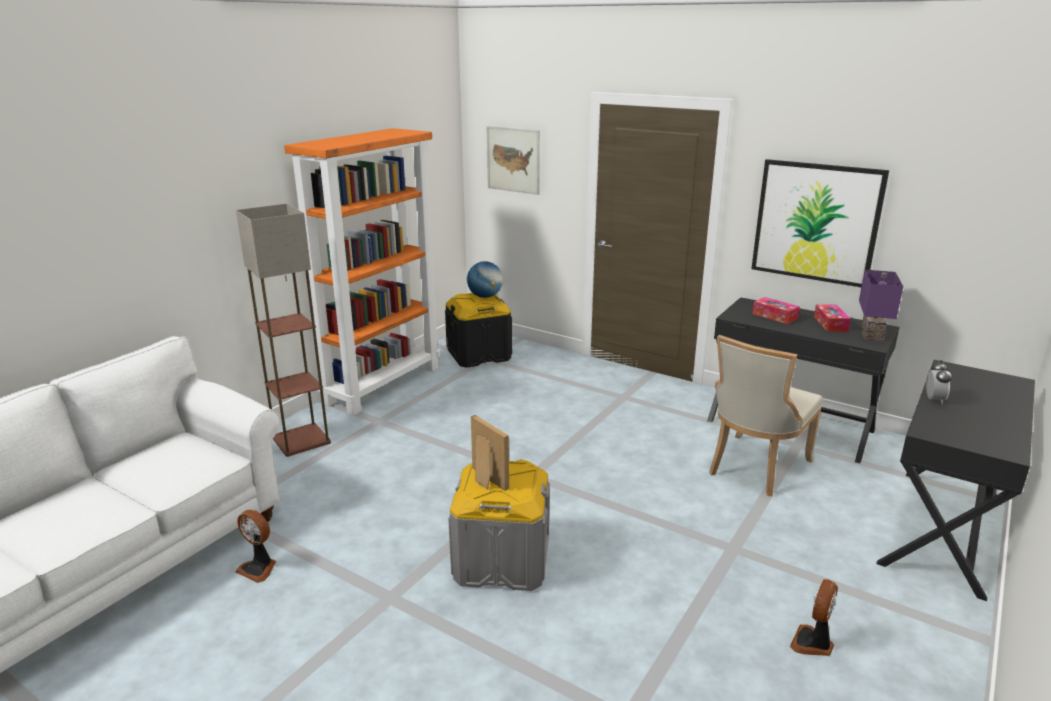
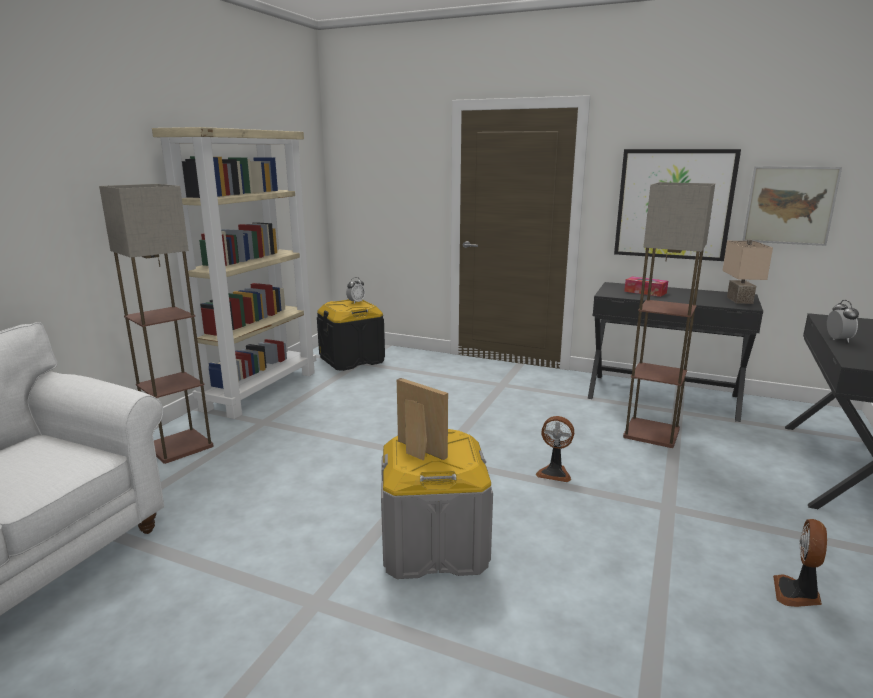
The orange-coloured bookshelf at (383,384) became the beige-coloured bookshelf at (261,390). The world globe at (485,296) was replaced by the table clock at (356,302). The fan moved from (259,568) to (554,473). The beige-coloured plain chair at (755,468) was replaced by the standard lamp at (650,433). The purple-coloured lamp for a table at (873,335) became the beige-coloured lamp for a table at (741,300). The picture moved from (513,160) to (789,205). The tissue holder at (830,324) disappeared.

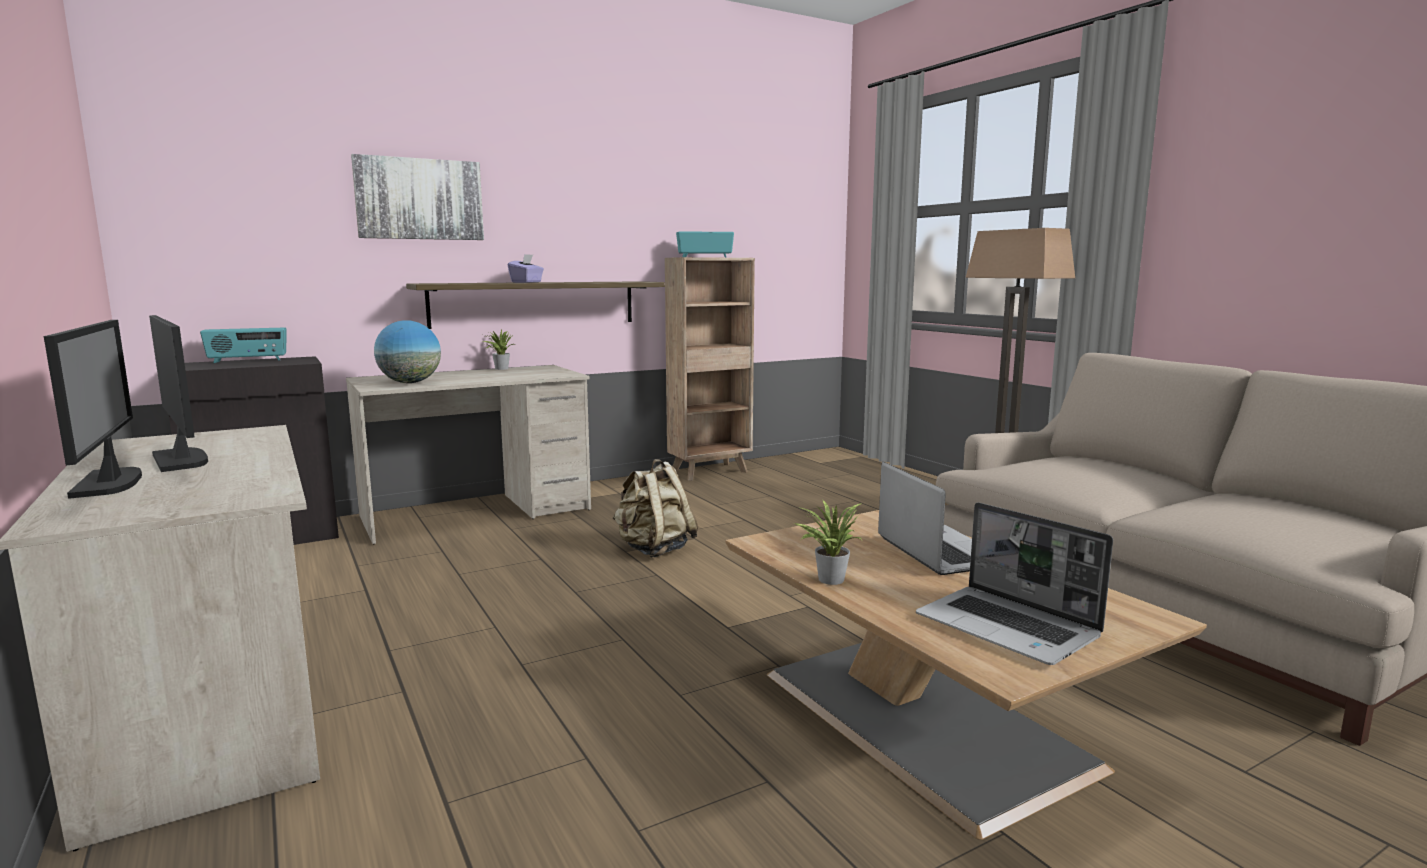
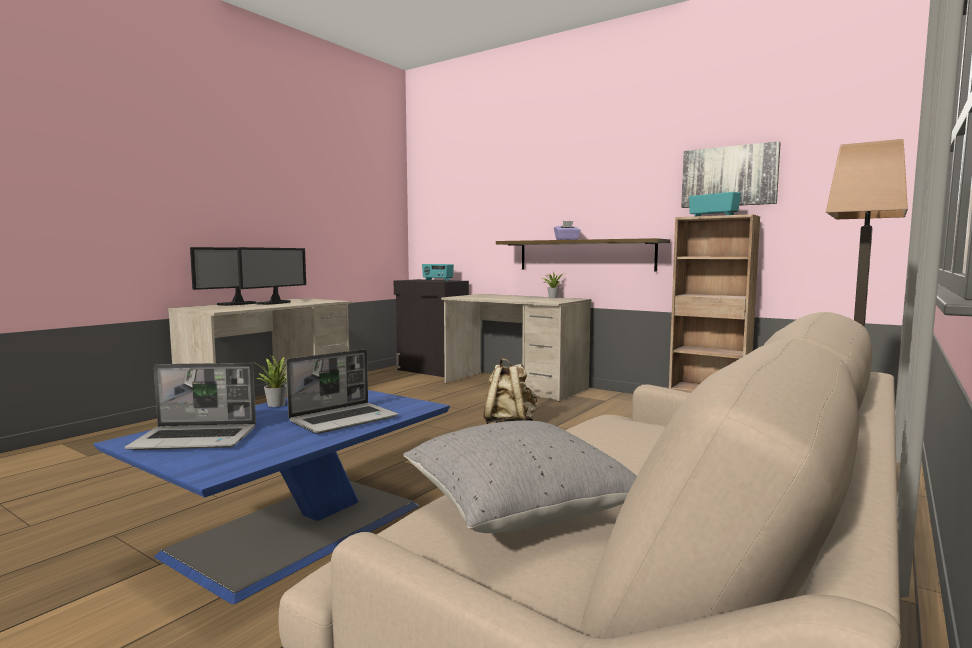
The brown low table at (927,720) became the blue low table at (295,530). The laptop at (1009,628) turned 120 degrees counterclockwise. The greyish throw pillow at (518,510) appeared. The picture moved from (419,199) to (729,176). The world globe at (410,383) disappeared.

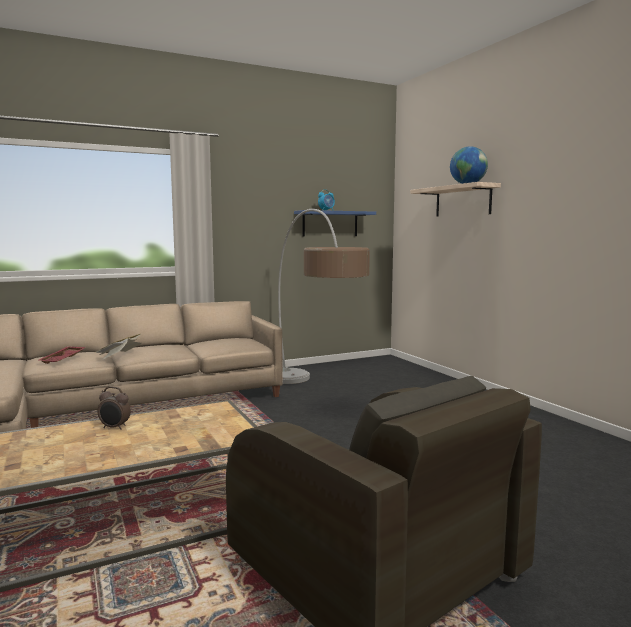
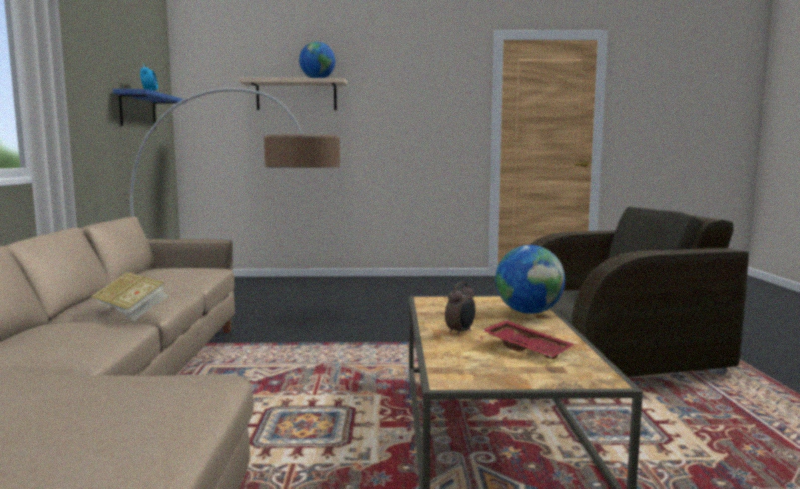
The red-coloured carrying tray moved from (63,359) to (527,348). The world globe at (528,312) appeared.

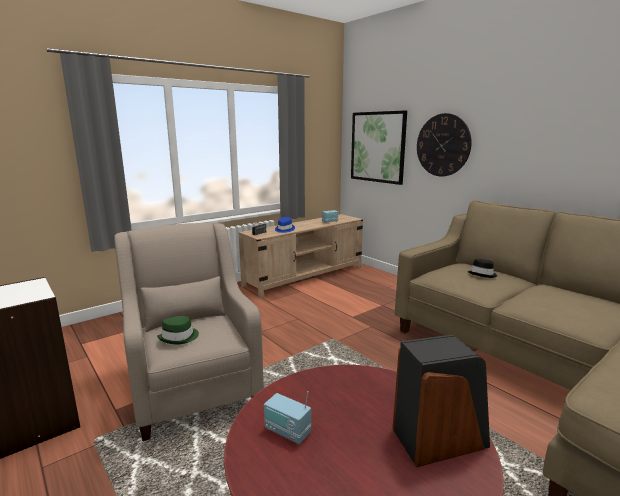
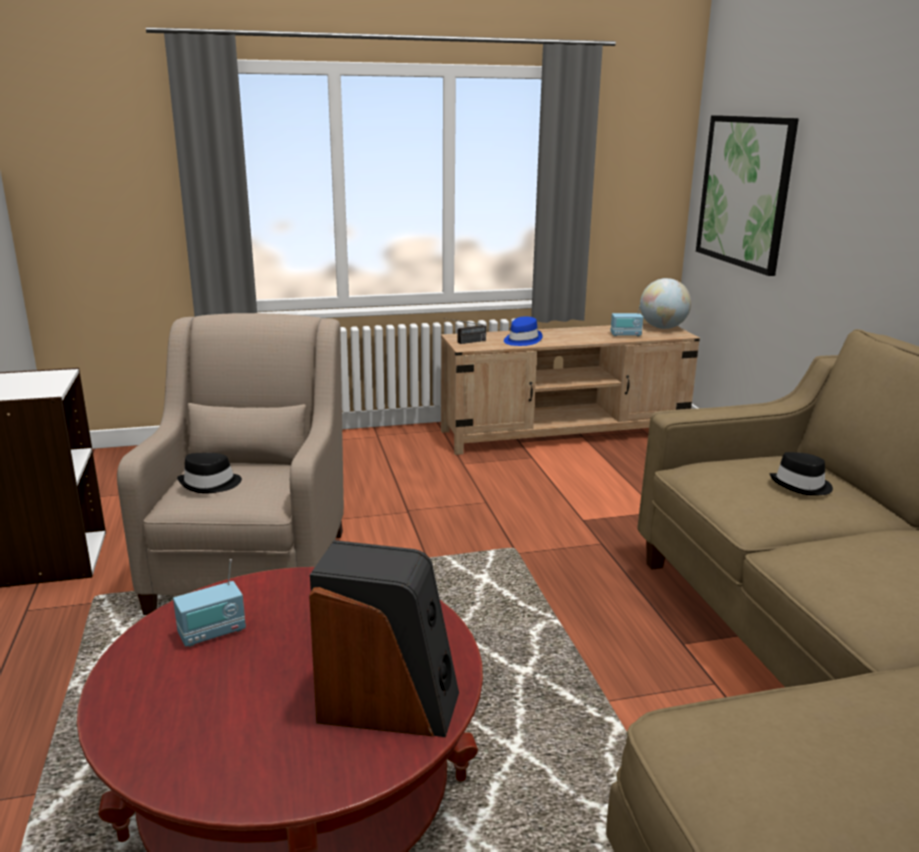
The radio set at (287,432) turned 90 degrees counterclockwise. The greenish clothing hat at (179,337) became the blackish clothing hat at (210,484). The world globe at (662,328) appeared. The wall clock at (443,145) disappeared.

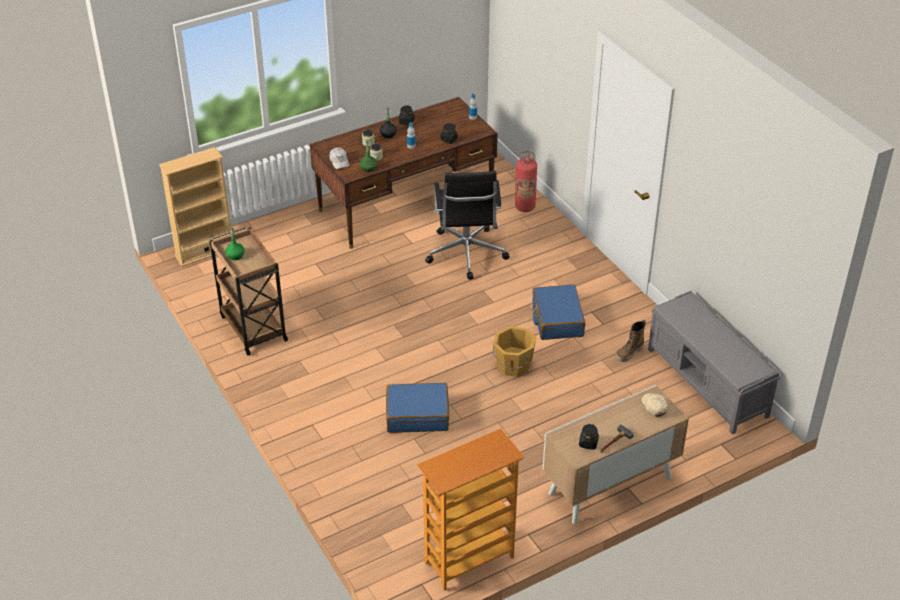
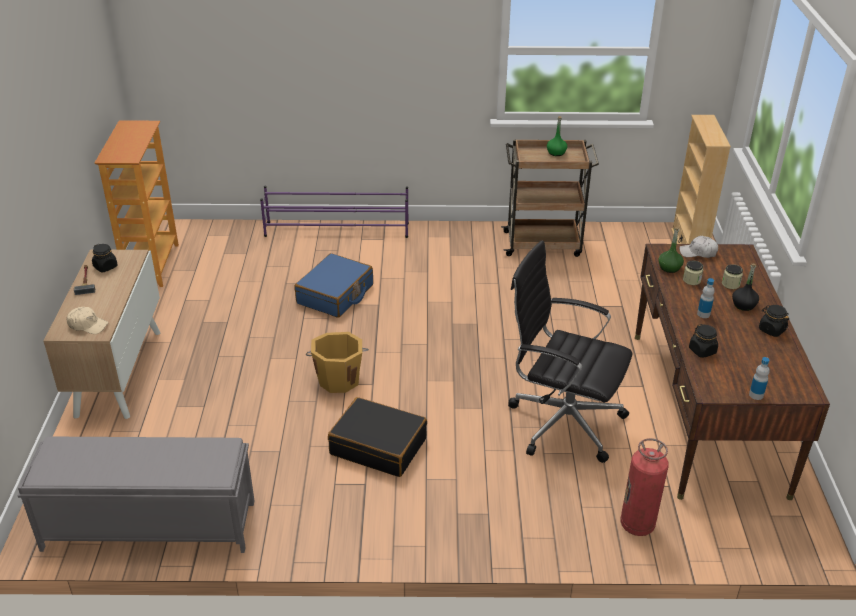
The purple-coloured shoe stand at (337,230) appeared. The blue suitcase at (557,319) became the blackish suitcase at (378,446). The high-top boot at (629,353) disappeared.

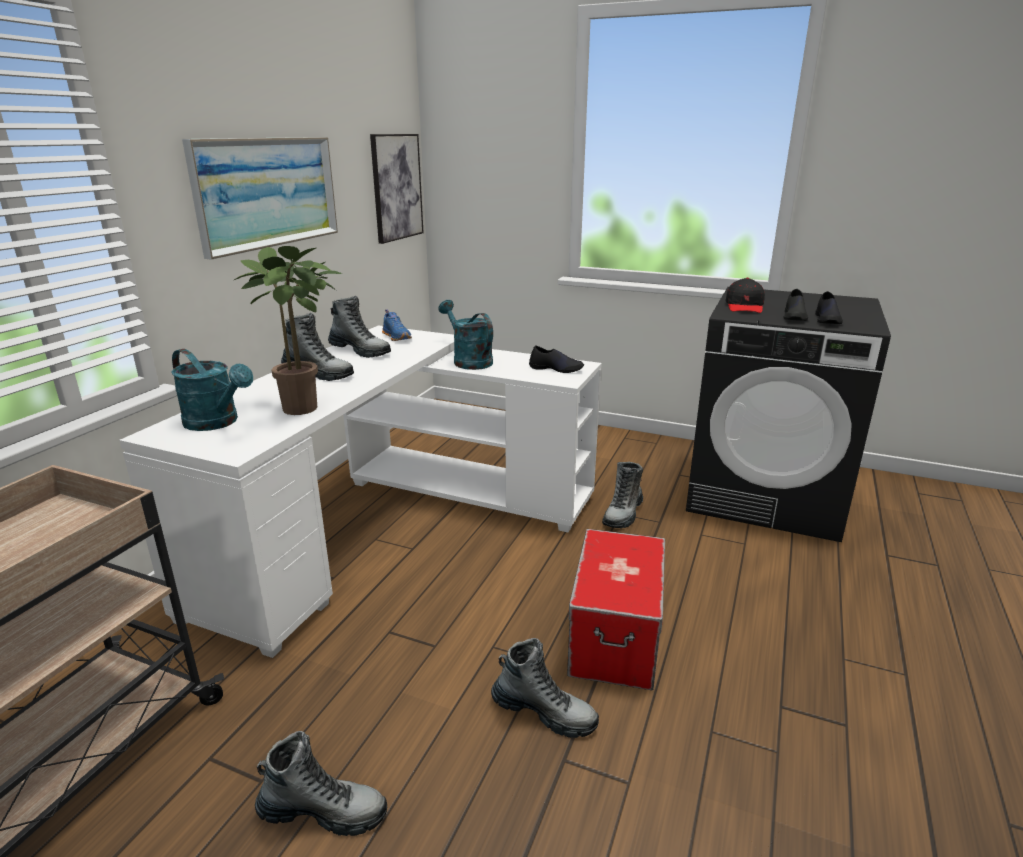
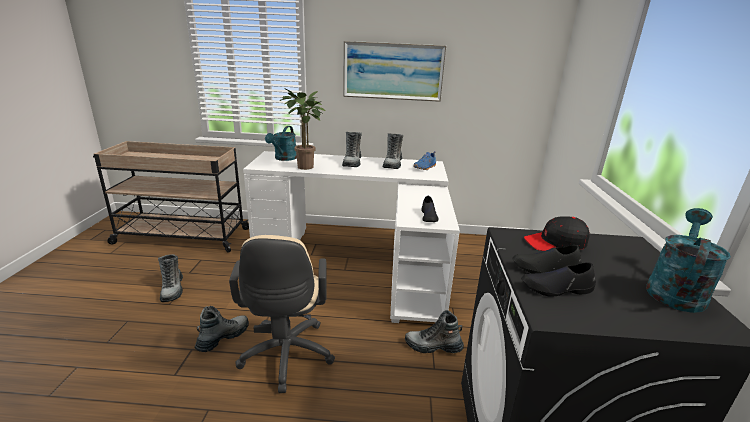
The high-top boot at (544,712) turned 150 degrees counterclockwise. The storage box at (616,638) was replaced by the beige-coloured desk chair at (286,358). The turquoise sprinkling can moved from (468,361) to (675,290). The picture at (396,187) disappeared.

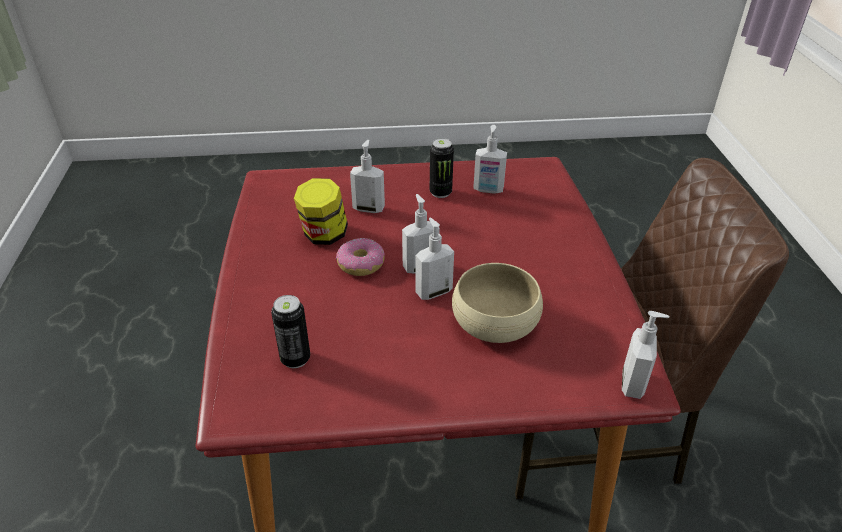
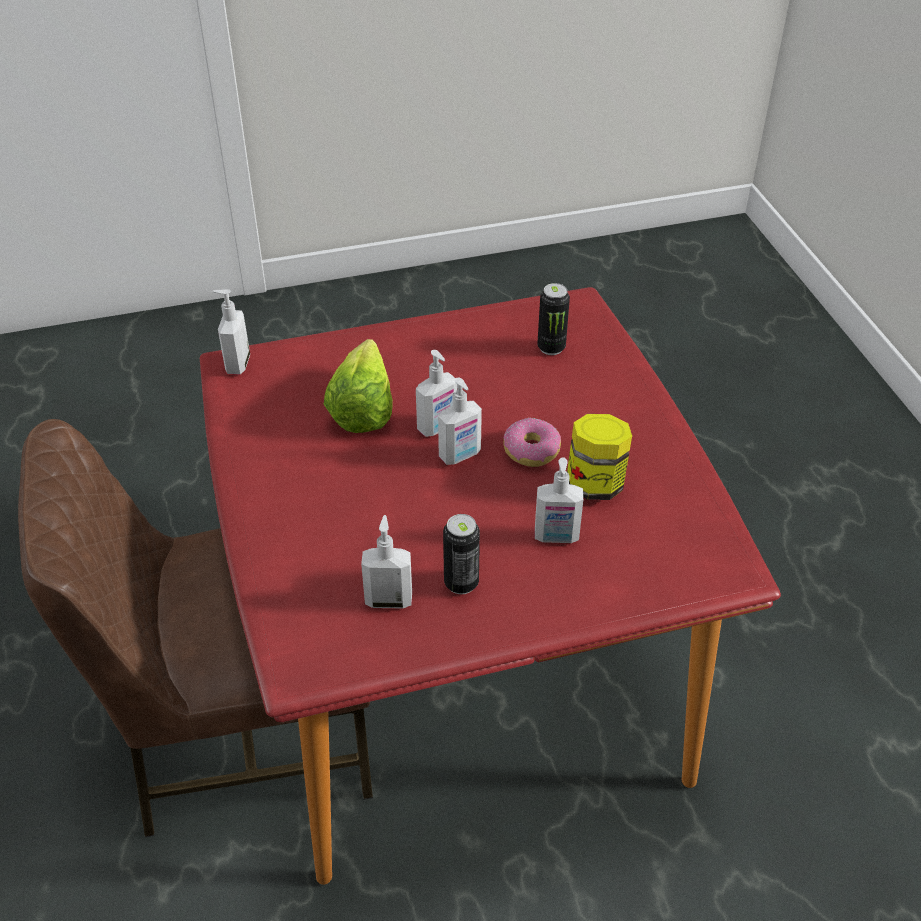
The beige-coloured serving bowl at (495,322) was replaced by the lettuce head at (366,403).

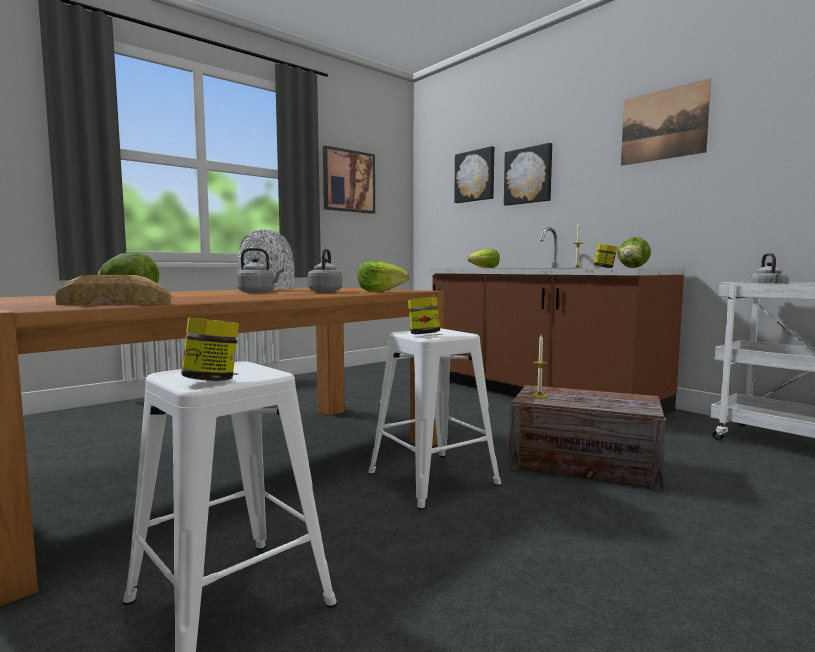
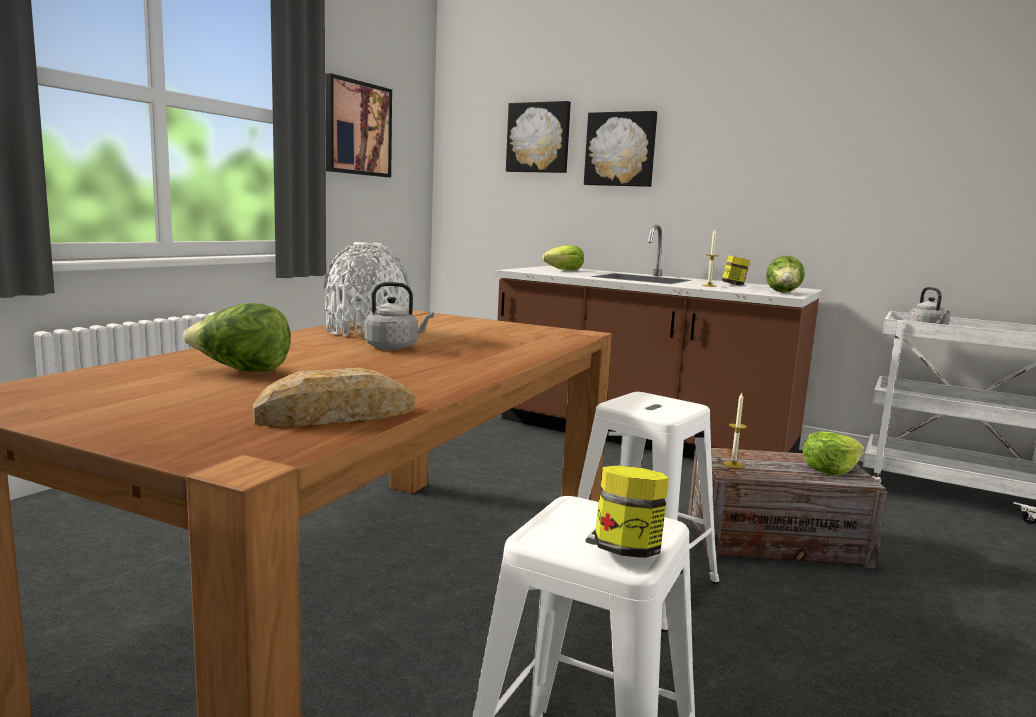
The lettuce head moved from (380,291) to (830,469). The greyish kettle at (326,291) disappeared. The jar at (423,334) disappeared. The picture at (663,125) disappeared.

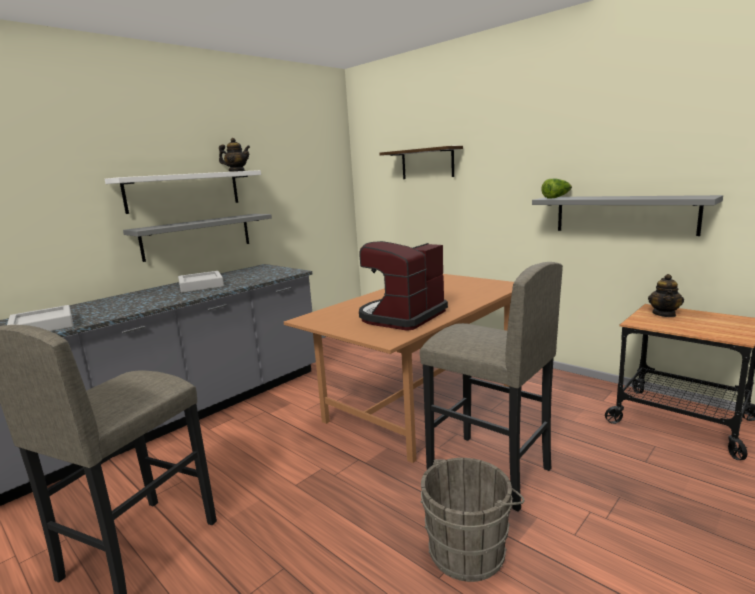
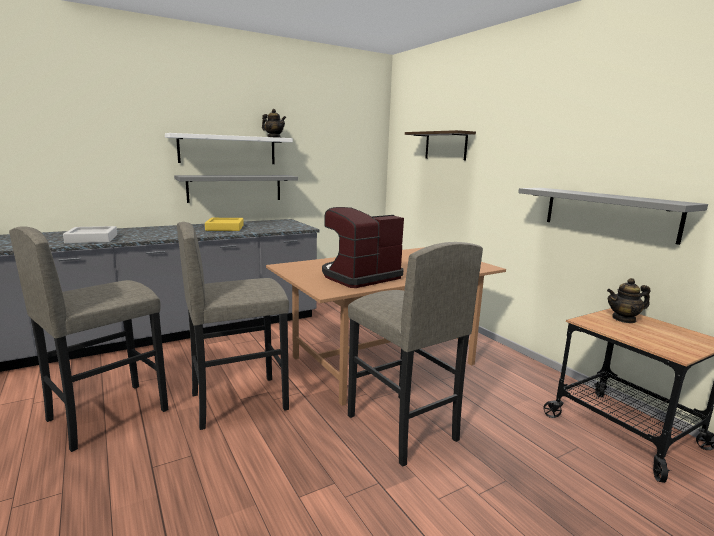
The greyish sitting stool at (238,401) appeared. The greyish carrying tray at (201,286) became the yellow carrying tray at (225,228). The tea pot at (664,314) turned 45 degrees clockwise. The greyish bucket at (470,549) disappeared. The lettuce head at (556,197) disappeared.

